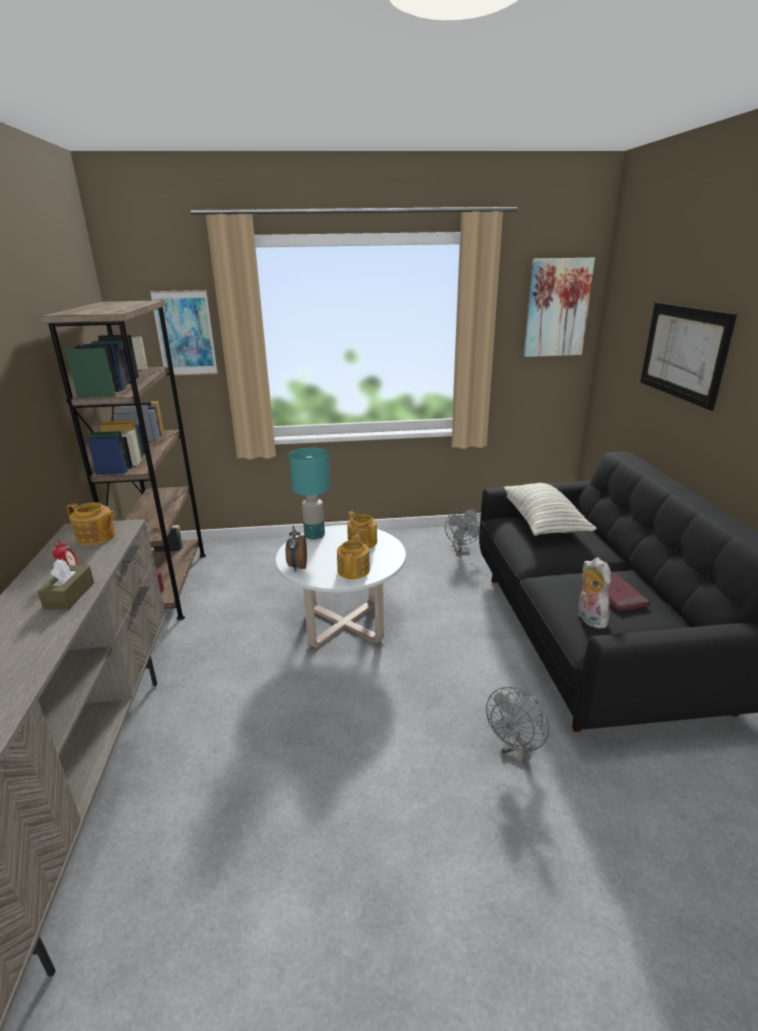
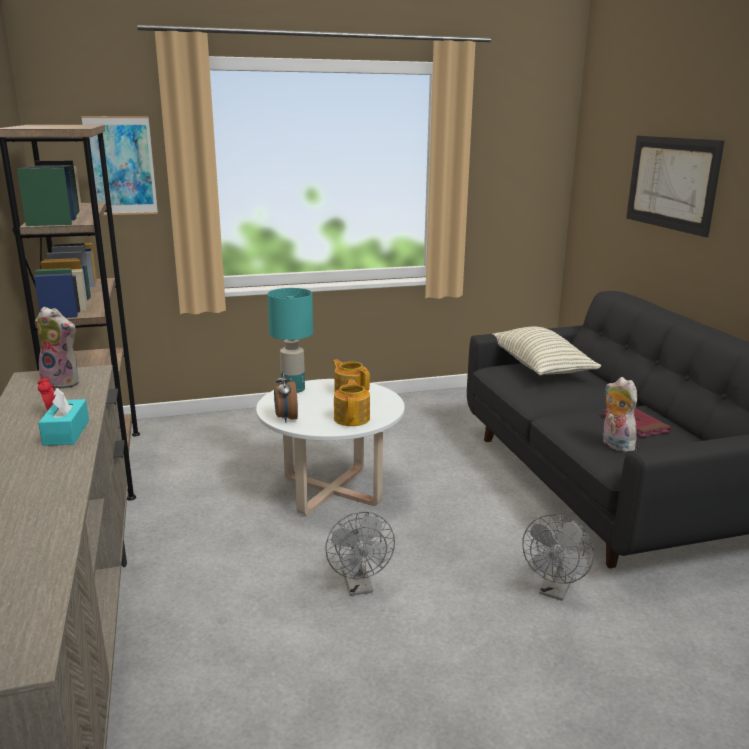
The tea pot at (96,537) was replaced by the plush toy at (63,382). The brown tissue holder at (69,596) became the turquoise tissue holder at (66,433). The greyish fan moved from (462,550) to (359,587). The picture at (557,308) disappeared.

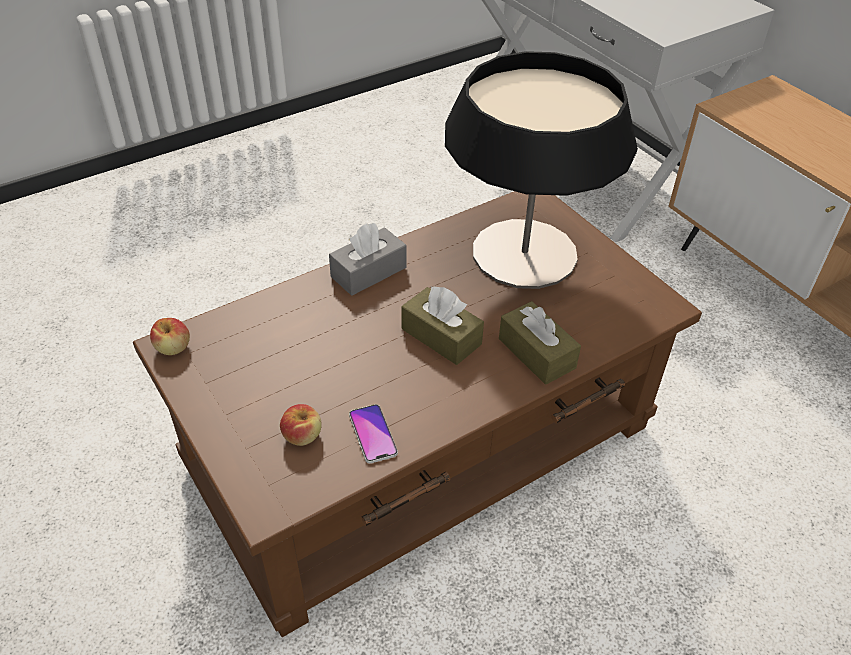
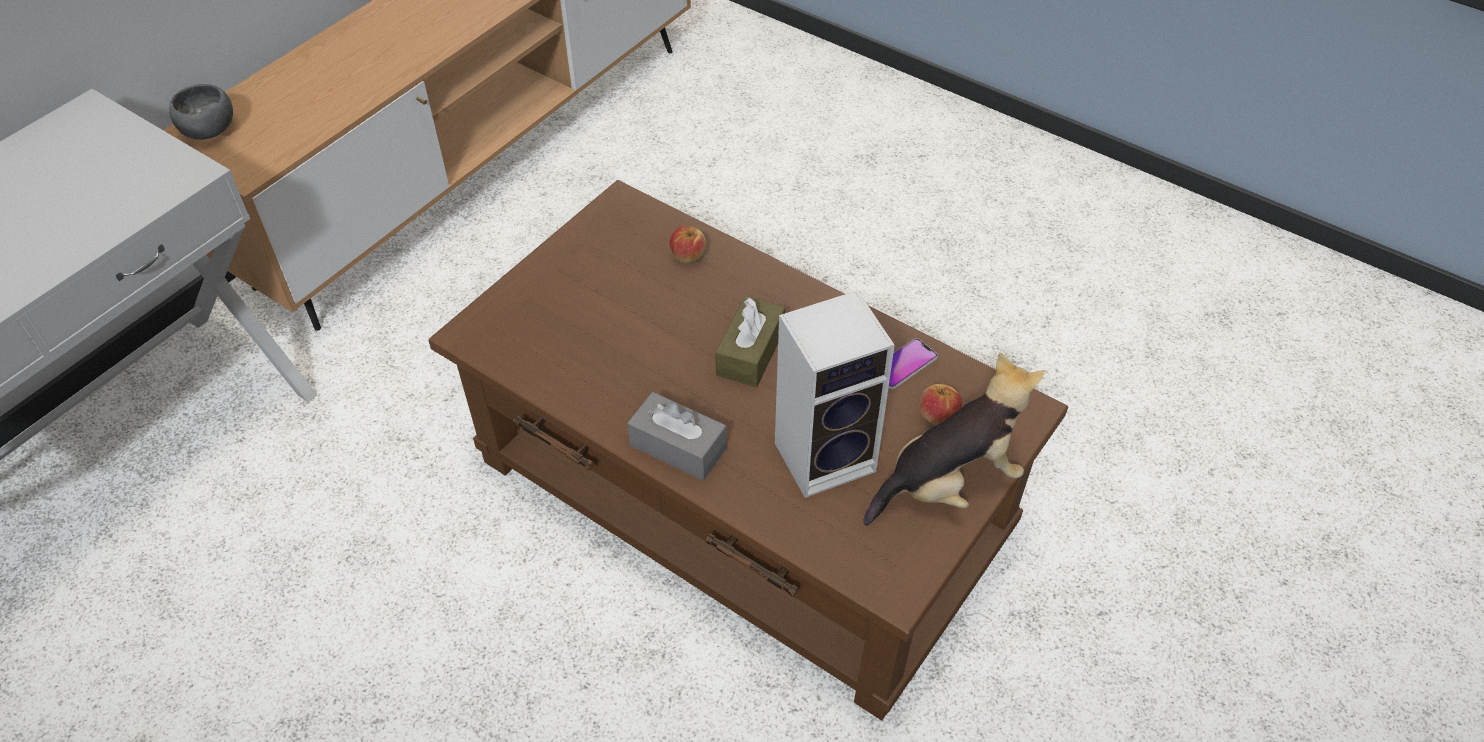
The greyish serving bowl at (210,129) appeared. The apple moved from (173,347) to (688,255). The loudspeaker at (827,454) appeared. The plush toy at (949,483) appeared. The lamp for a table at (524,253) disappeared. The brown tissue holder at (536,353) disappeared.

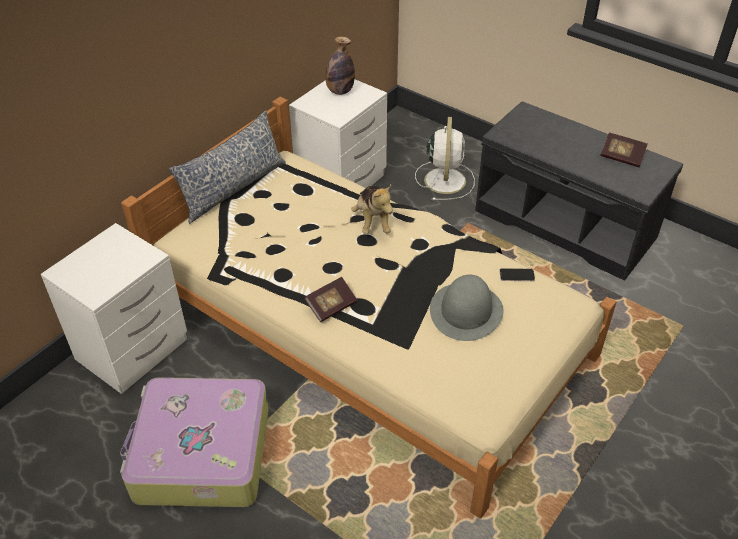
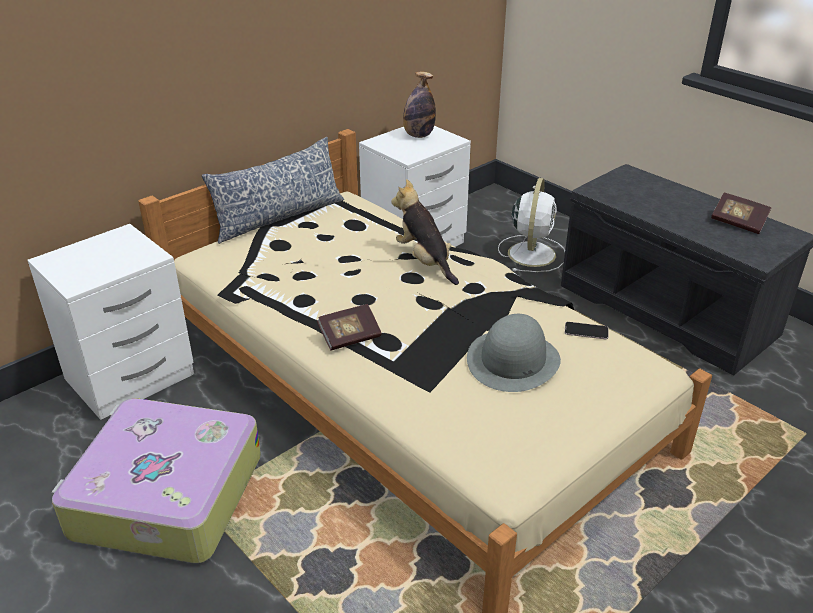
The plush toy at (373,221) turned 150 degrees clockwise.

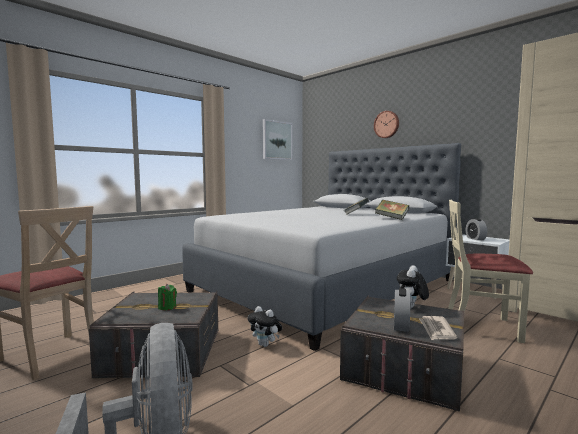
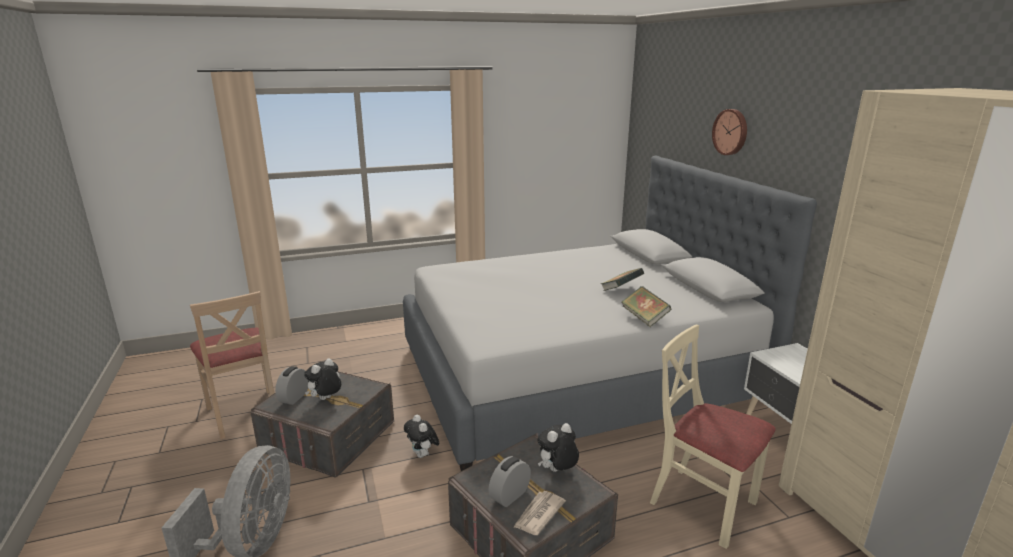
The table clock moved from (475,239) to (294,397). The greenish wax candle at (167,307) was replaced by the plush toy at (326,399). The picture at (277,140) disappeared.

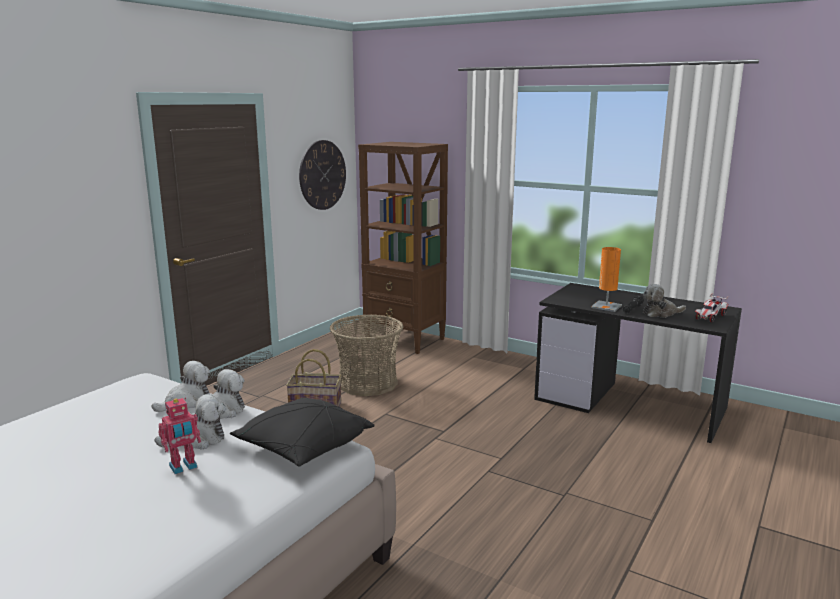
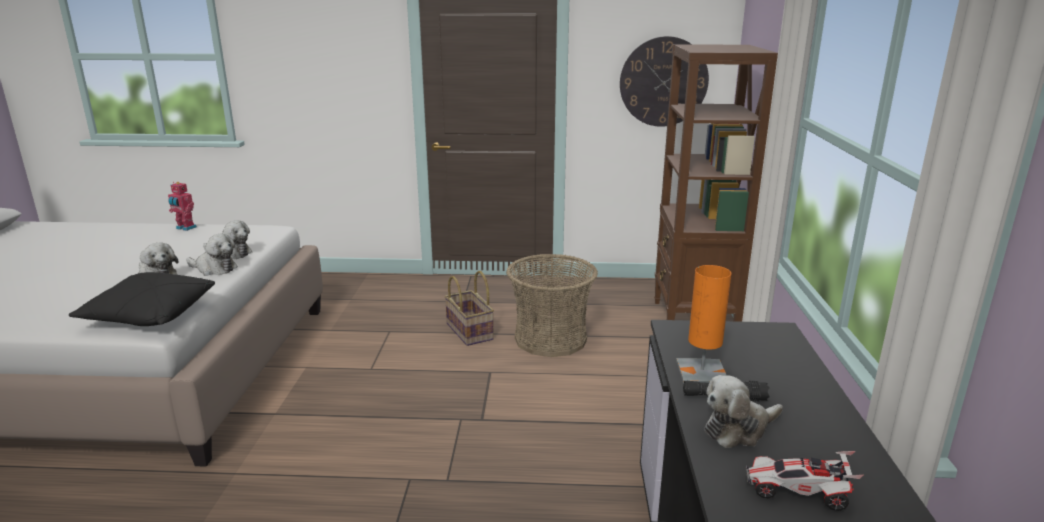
The robot figure moved from (183,467) to (185,228). The plush toy at (660,313) turned 75 degrees counterclockwise.

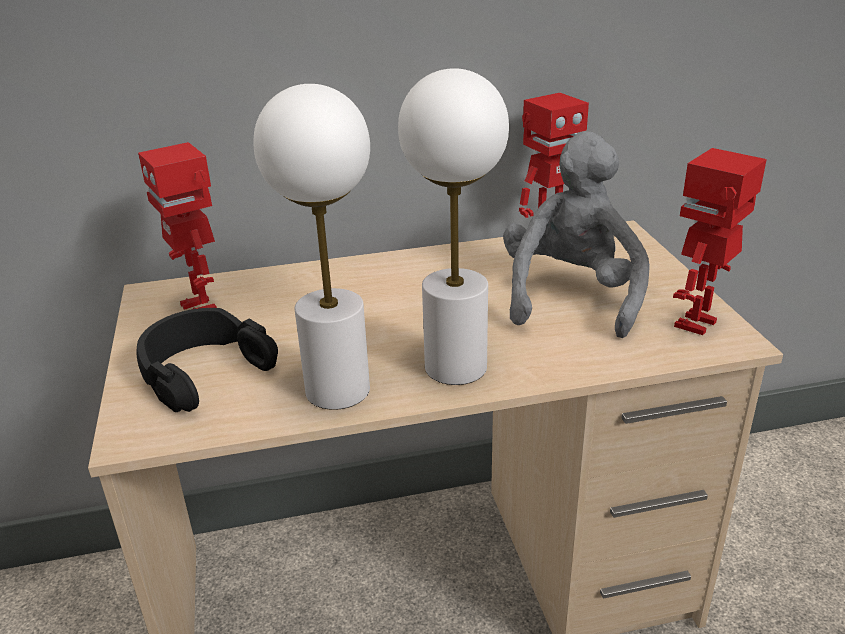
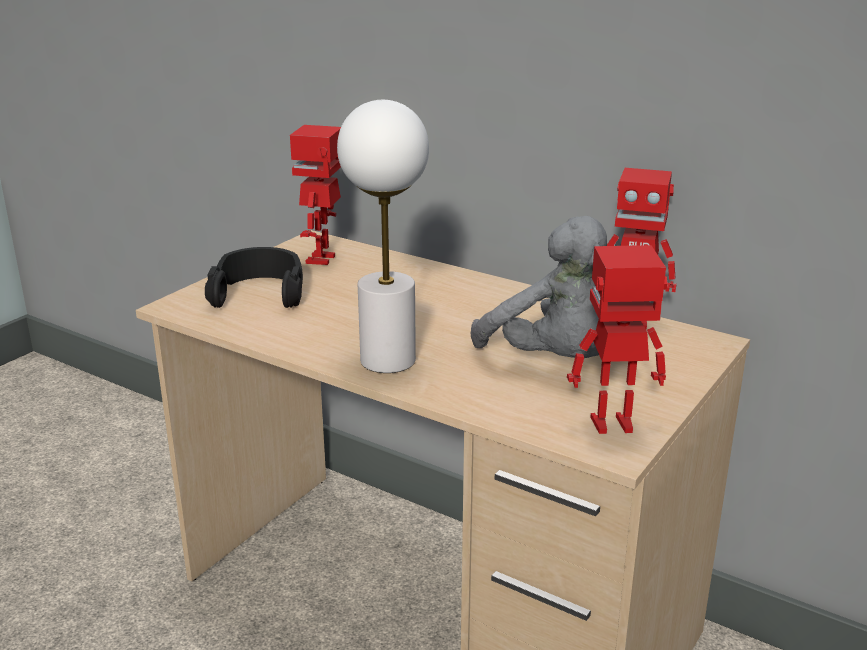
The greyish plush toy at (570,296) turned 90 degrees clockwise. The whitish lamp for a table at (338,390) disappeared.

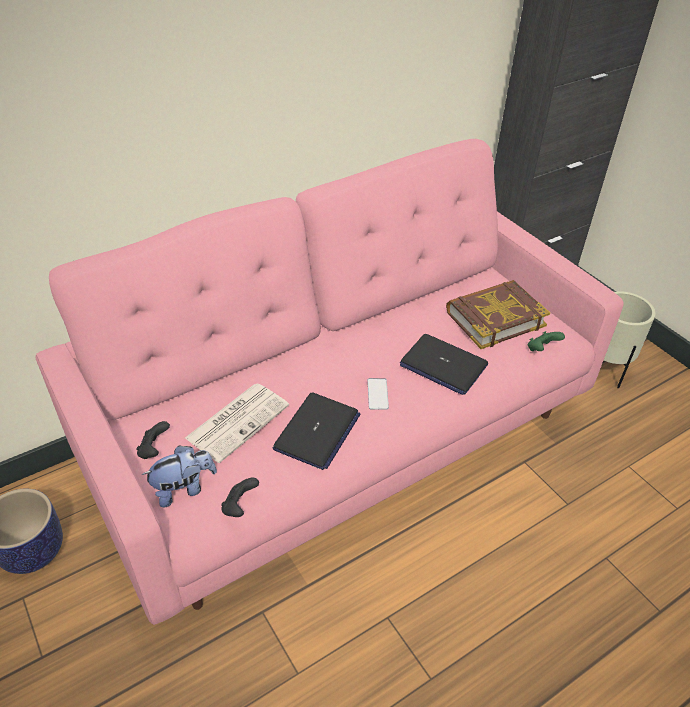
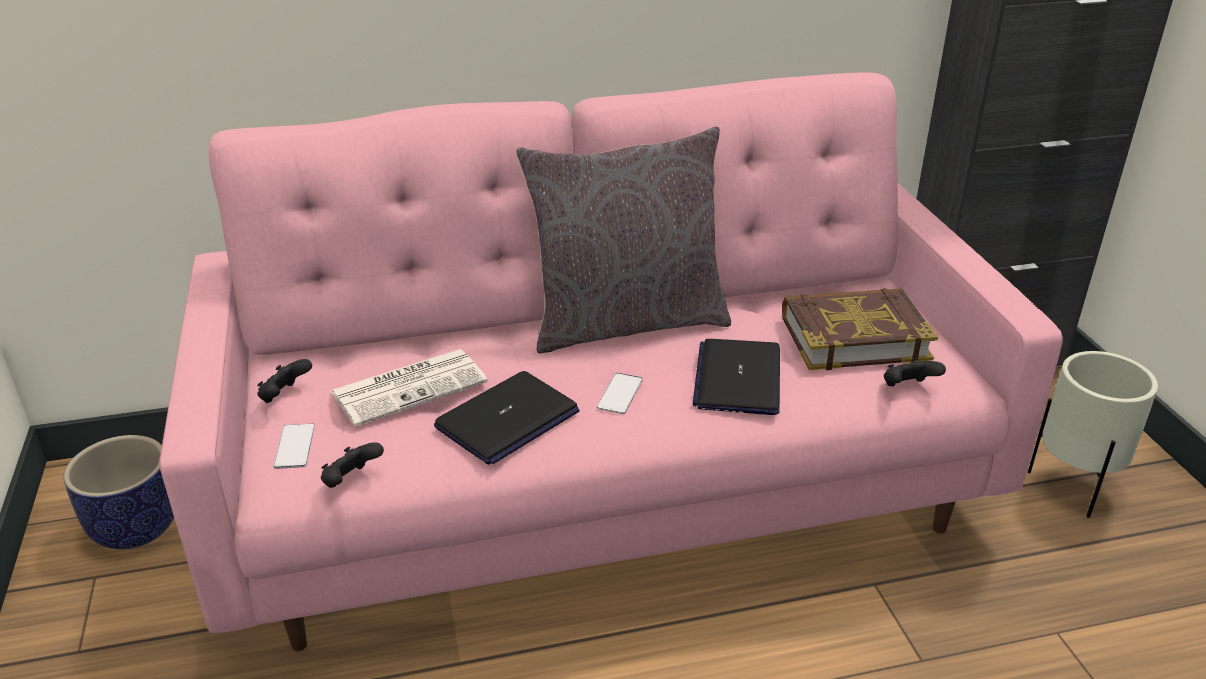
The plush toy at (184,489) was replaced by the telephone at (294,446). The greyish throw pillow at (626,322) appeared. The laptop at (443,365) turned 45 degrees clockwise. The greenish game controller at (541,349) became the blackish game controller at (907,388).

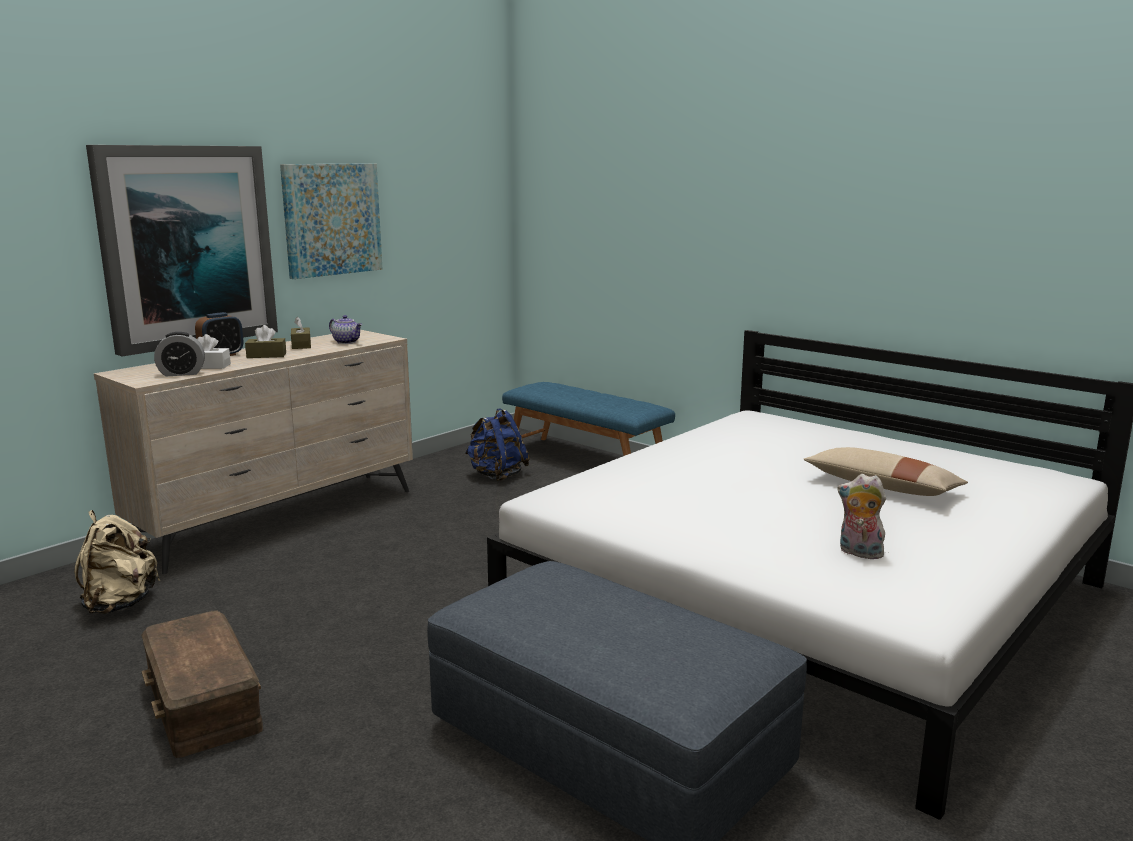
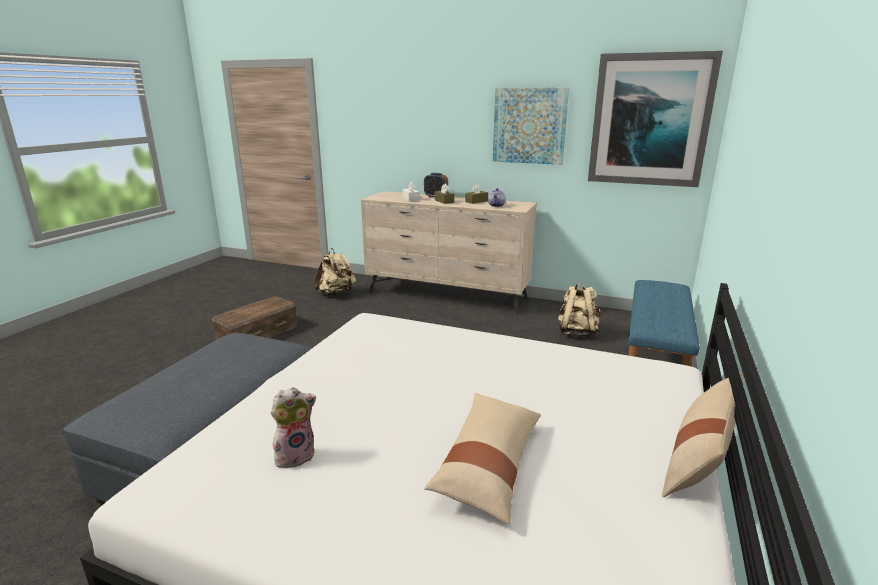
The plush toy at (858,553) turned 45 degrees clockwise. The blue knapsack at (497,476) became the beige-coloured knapsack at (577,333). The picture moved from (187,246) to (650,120). The beige-coloured throw pillow at (699,457) appeared. The table clock at (181,373) disappeared.

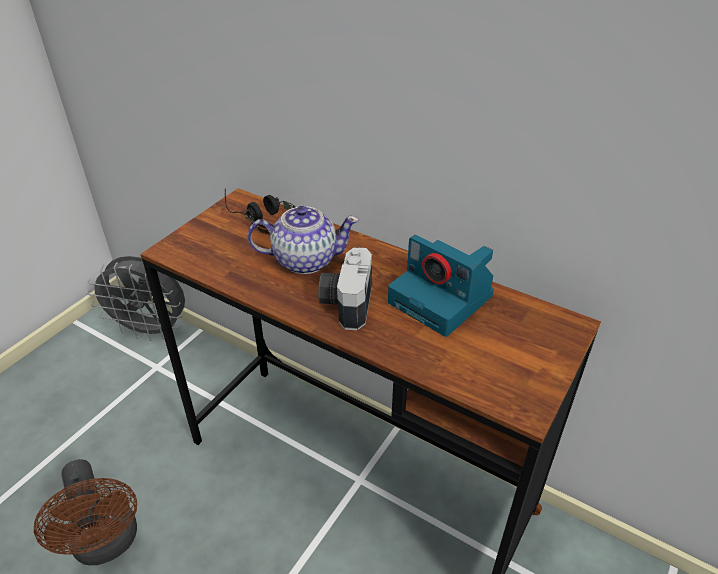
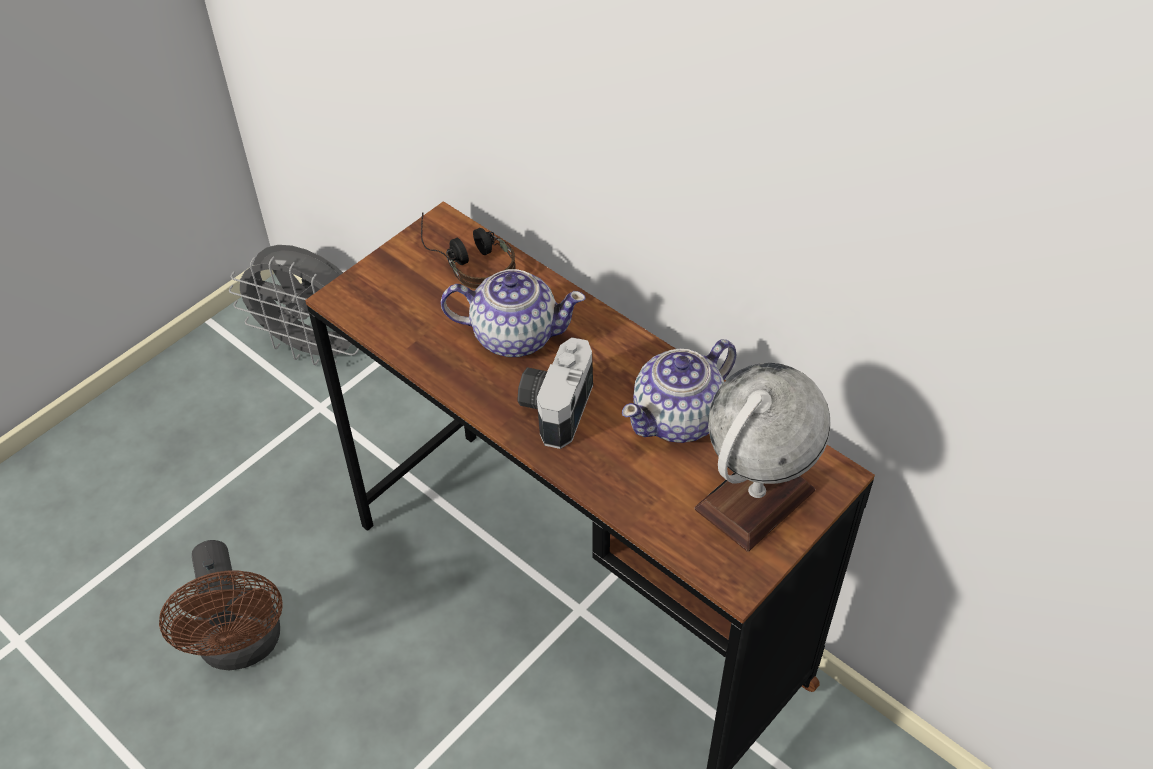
The photo camera at (443,300) was replaced by the tea pot at (679,418). The world globe at (755,500) appeared.

